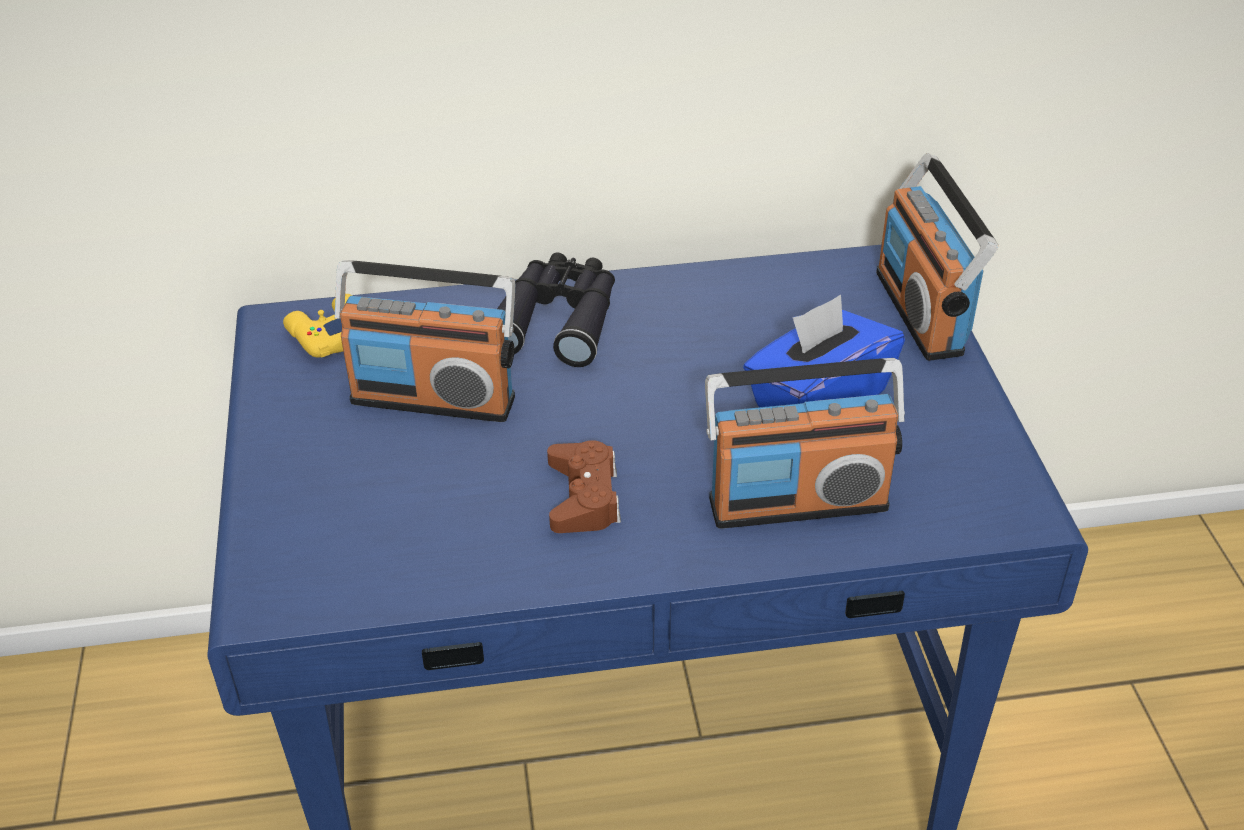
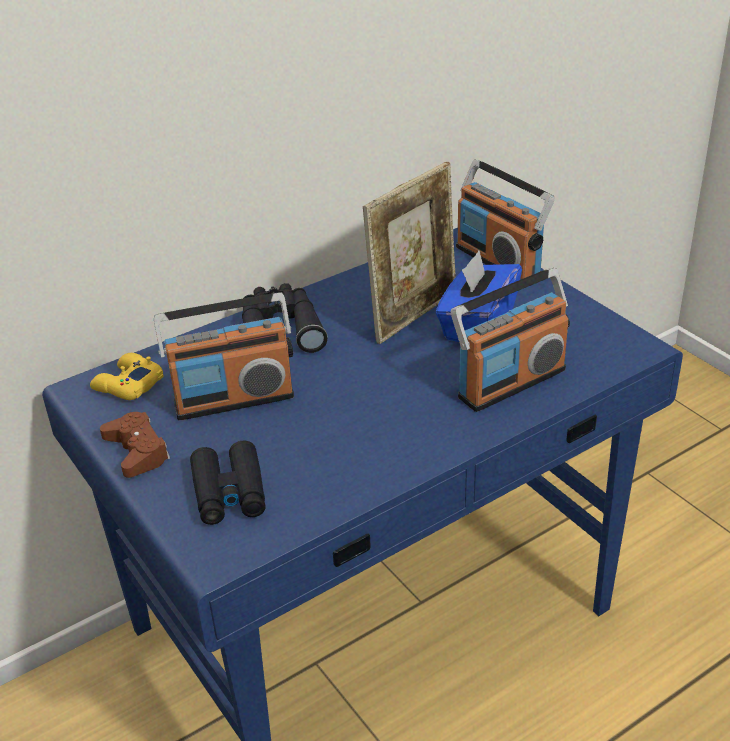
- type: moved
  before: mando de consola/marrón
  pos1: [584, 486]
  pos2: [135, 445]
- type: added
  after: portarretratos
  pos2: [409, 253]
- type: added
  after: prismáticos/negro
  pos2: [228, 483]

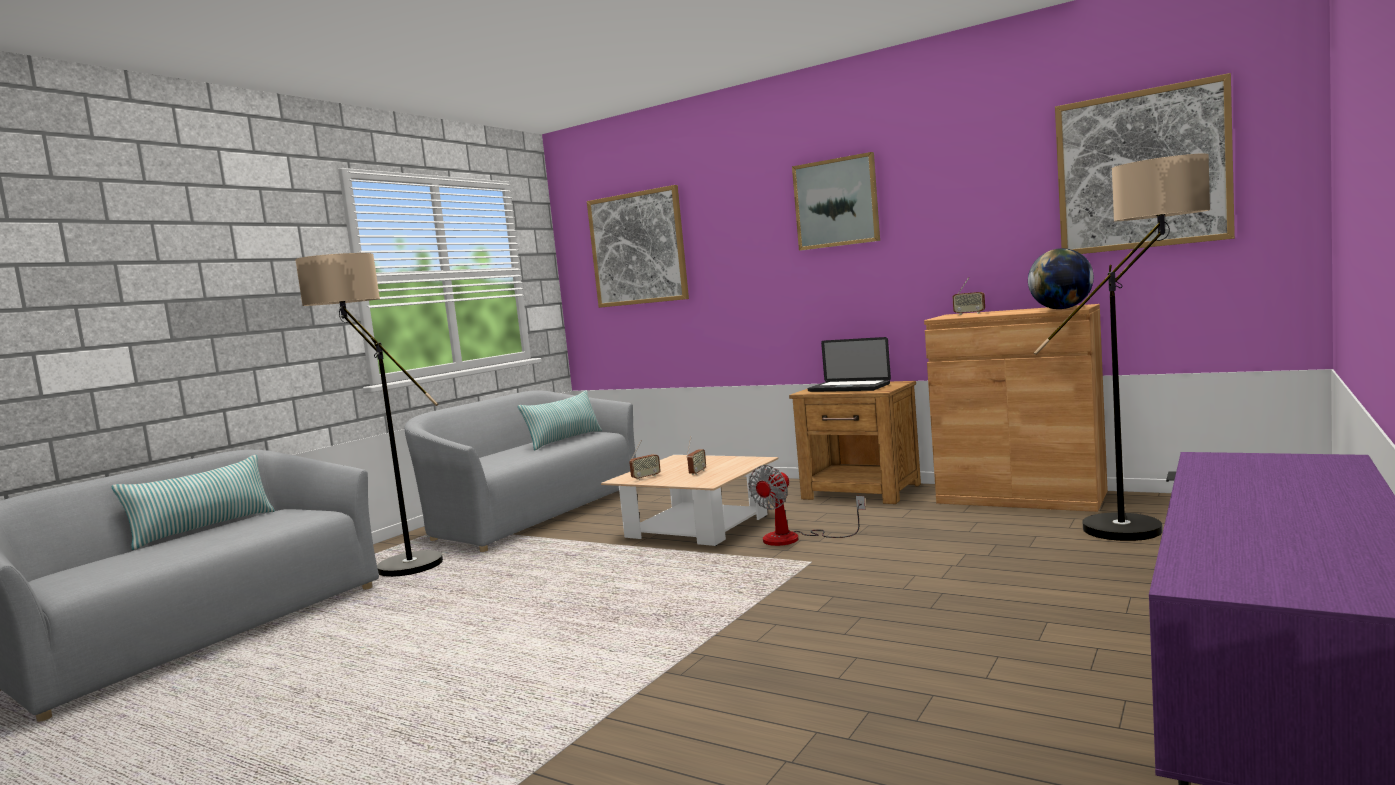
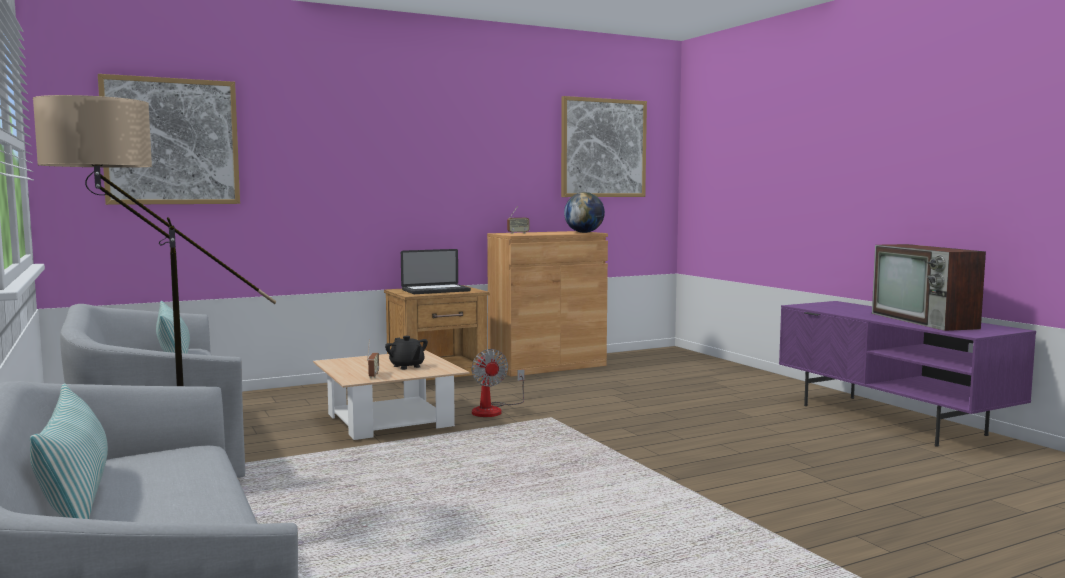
- type: removed
  before: cuadro
  pos1: [836, 201]
- type: removed
  before: lámpara de pie
  pos1: [1122, 347]
- type: replaced
  before: radio
  after: tetera/negro
  pos1: [696, 455]
  pos2: [406, 353]
- type: added
  after: televisor
  pos2: [929, 287]

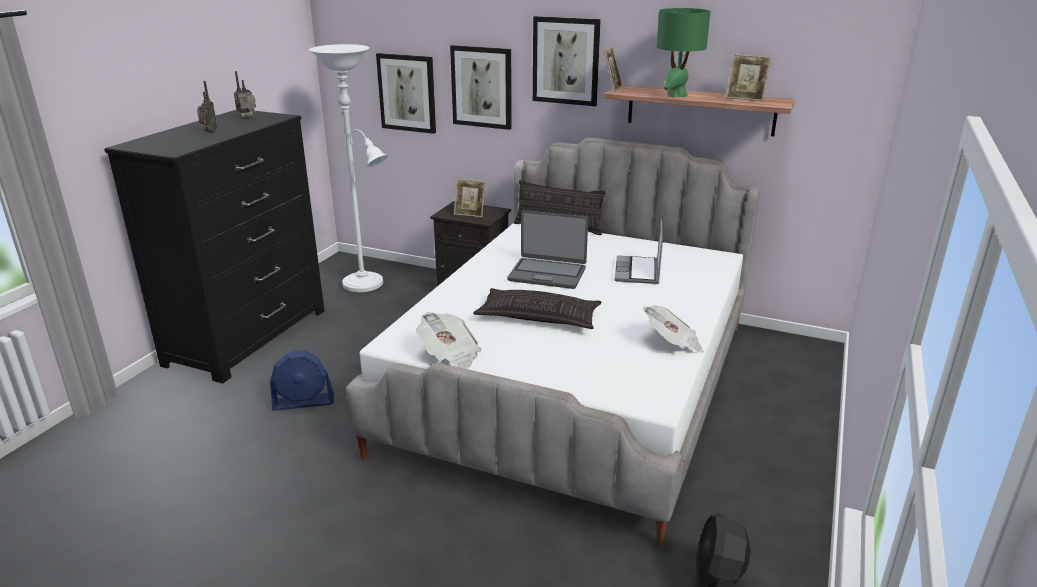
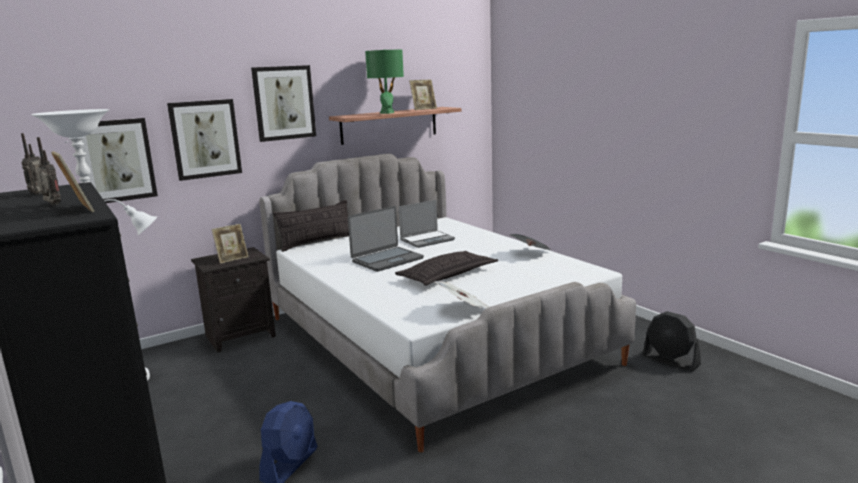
- type: moved
  before: portarretratos
  pos1: [613, 69]
  pos2: [72, 182]
- type: turned
  before: portátil
  pos1: [639, 252]
  pos2: [427, 224]
  turn: -75

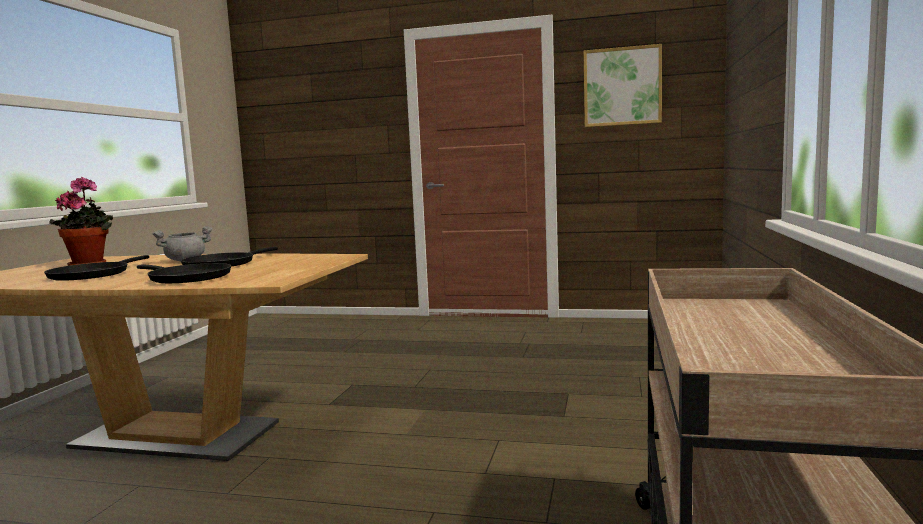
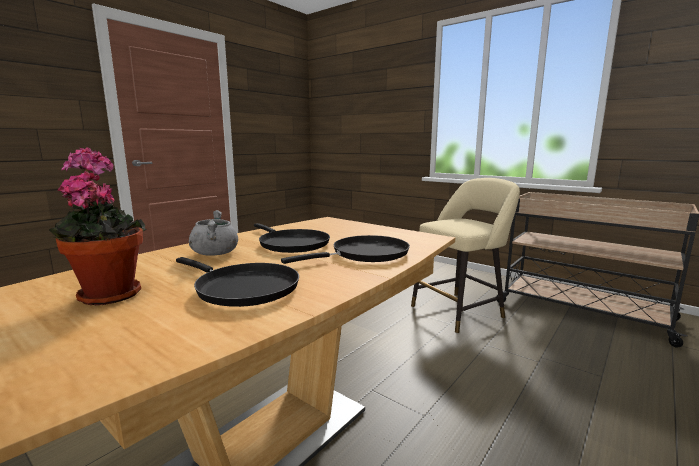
- type: removed
  before: cuadro
  pos1: [623, 85]
- type: added
  after: taburete/beis
  pos2: [465, 255]

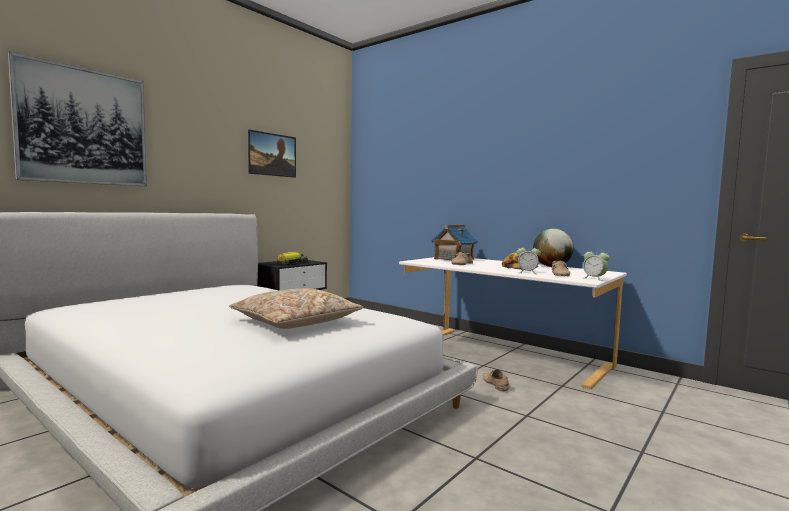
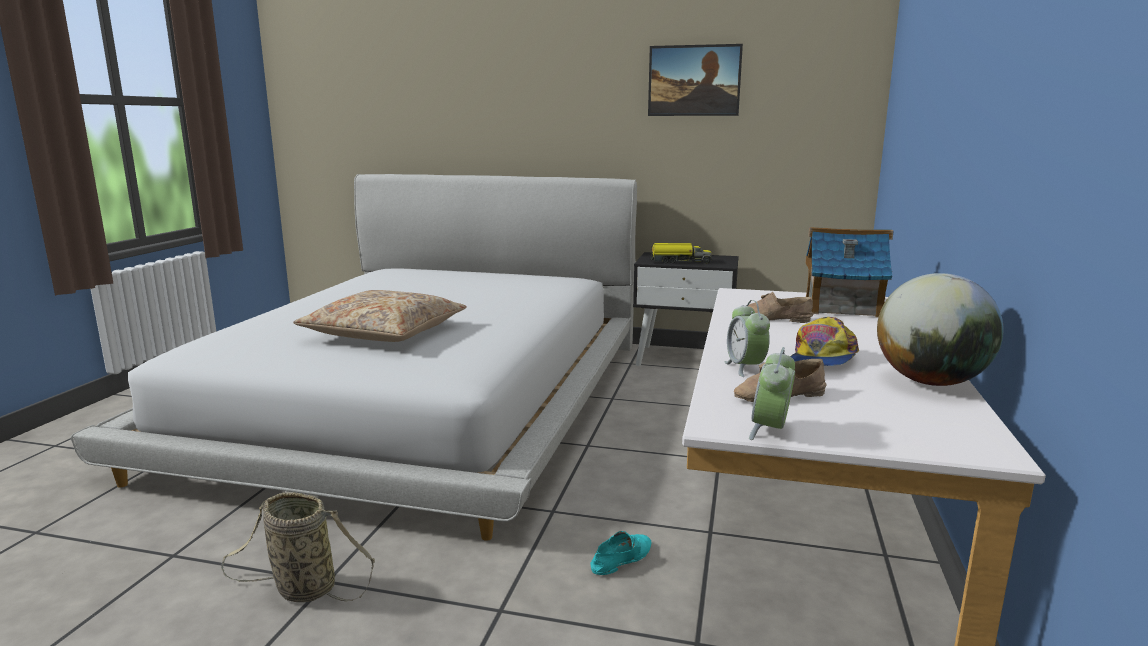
- type: removed
  before: cuadro
  pos1: [77, 119]
- type: recoloured
  before: zapato/beis
  after: zapato/turquesa
  pos1: [496, 380]
  pos2: [620, 553]
- type: added
  after: cesta
  pos2: [298, 547]

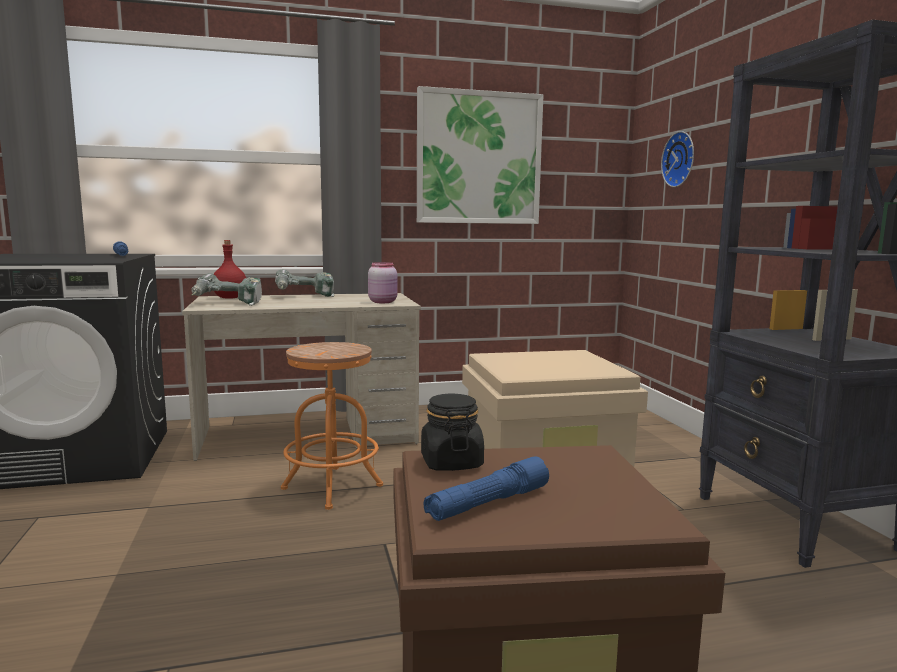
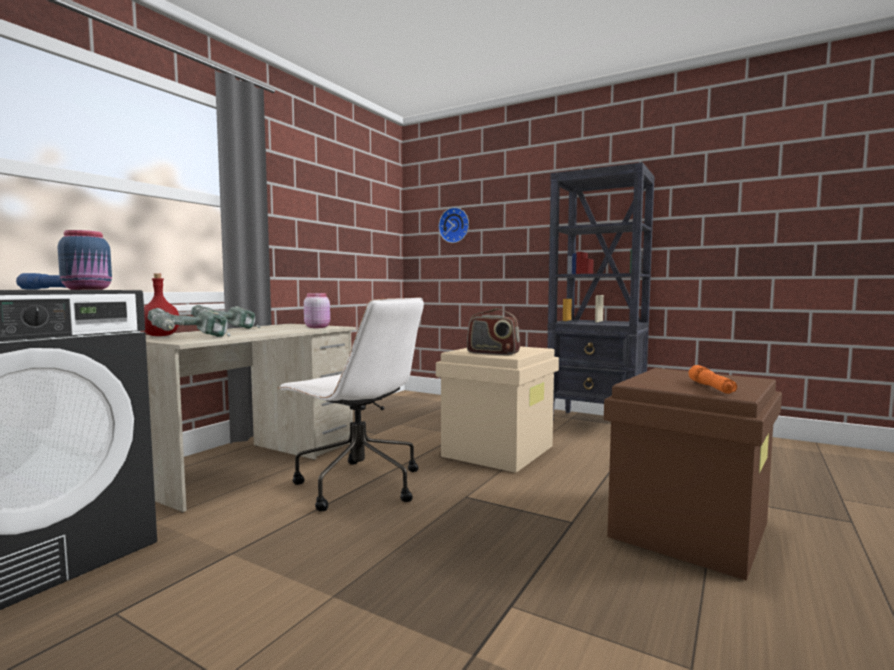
- type: removed
  before: cuadro
  pos1: [480, 155]
- type: replaced
  before: taburete/naranja
  after: silla de oficina/blanco
  pos1: [332, 426]
  pos2: [351, 404]
- type: removed
  before: tarro/negro
  pos1: [452, 432]
- type: recoloured
  before: linterna/azul
  after: linterna/naranja
  pos1: [486, 488]
  pos2: [713, 379]
- type: added
  after: tarro/azul
  pos2: [85, 260]
- type: added
  after: radio
  pos2: [493, 331]

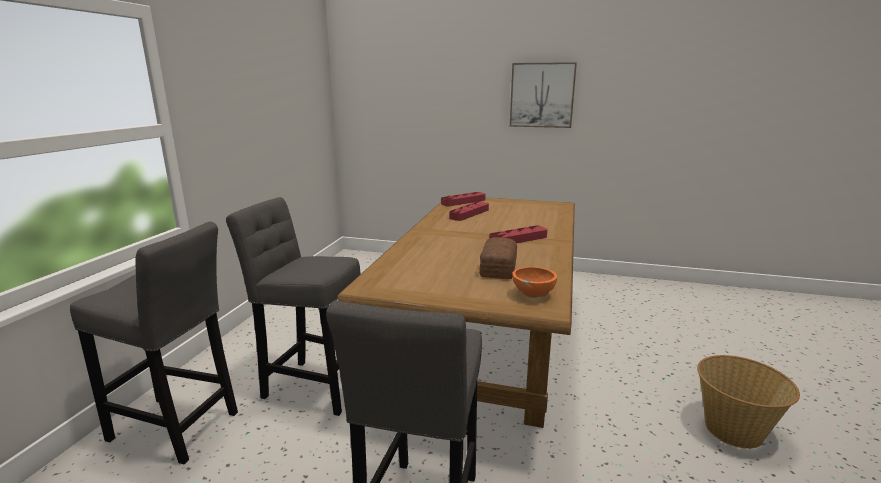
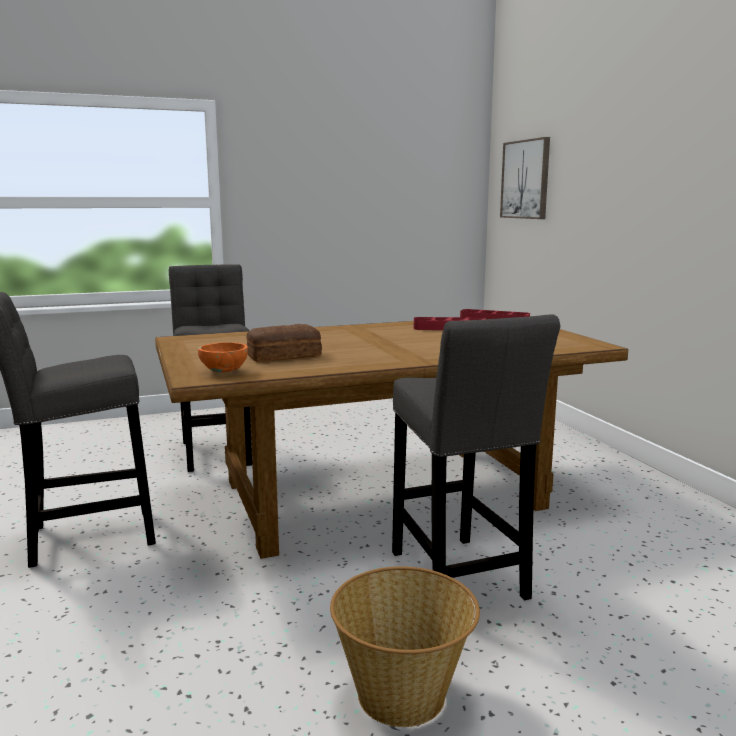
- type: moved
  before: cuadro
  pos1: [543, 95]
  pos2: [525, 178]
- type: moved
  before: taburete/gris
  pos1: [154, 343]
  pos2: [476, 457]
- type: removed
  before: bandeja/rojo
  pos1: [518, 234]

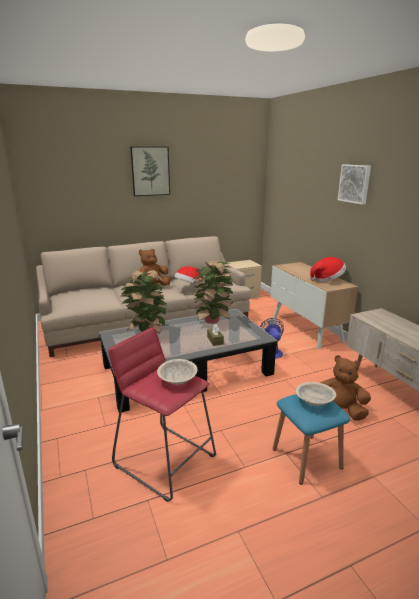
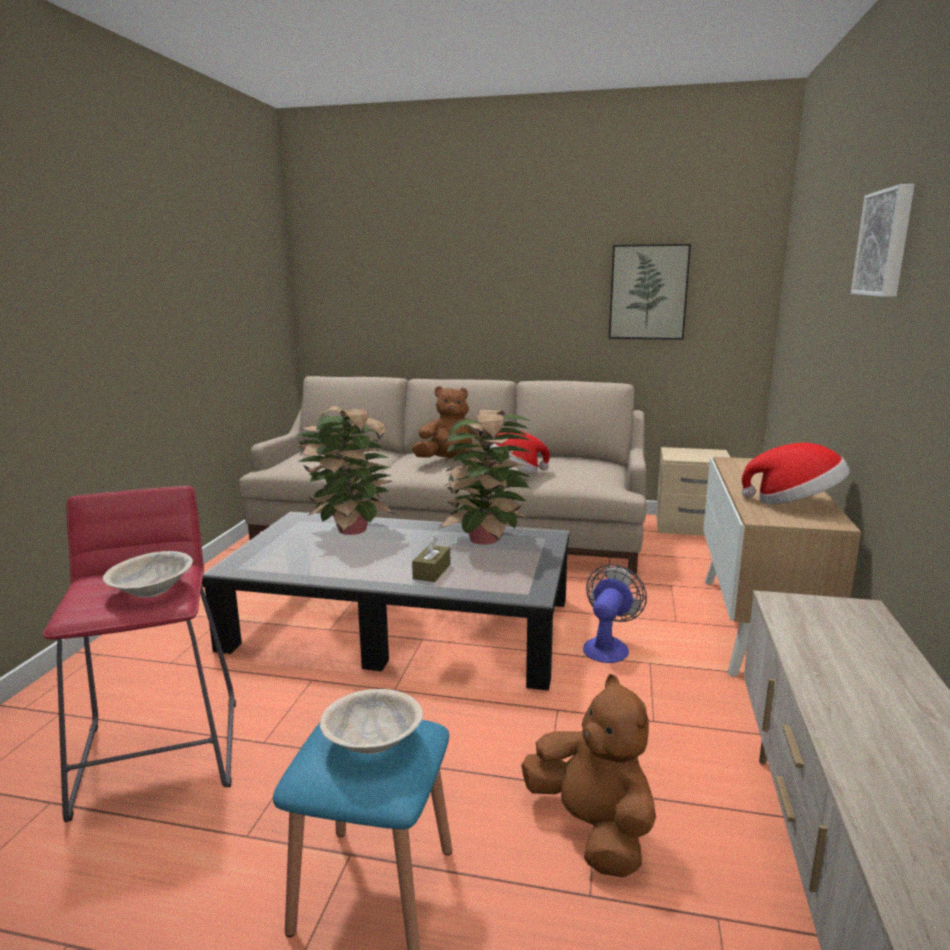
- type: moved
  before: cuadro
  pos1: [150, 171]
  pos2: [650, 292]

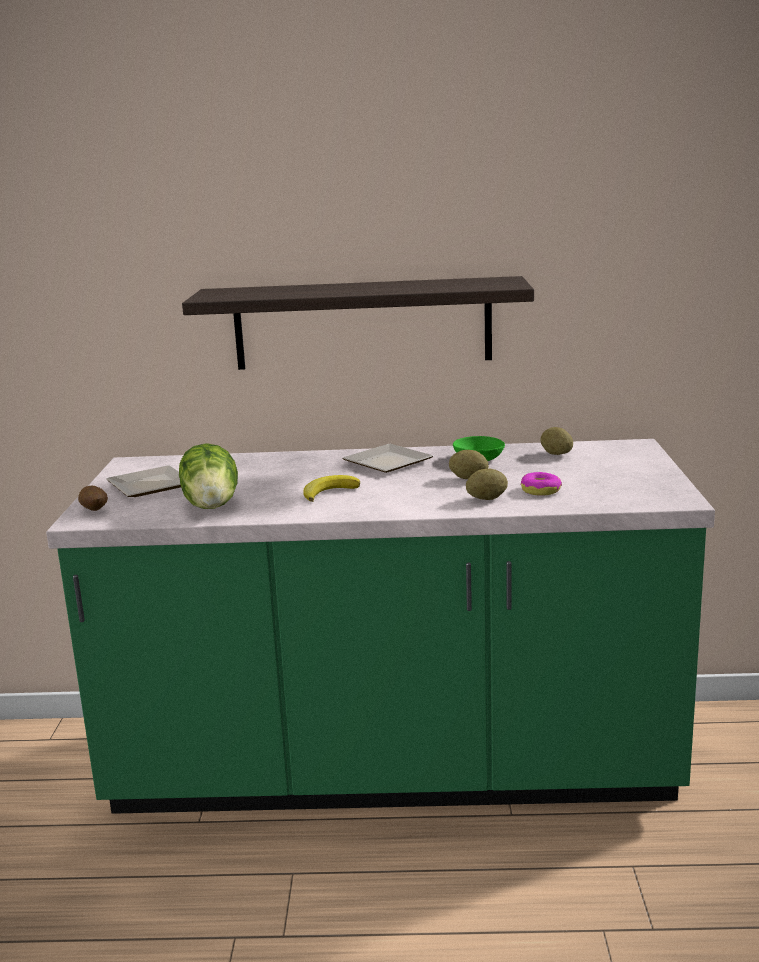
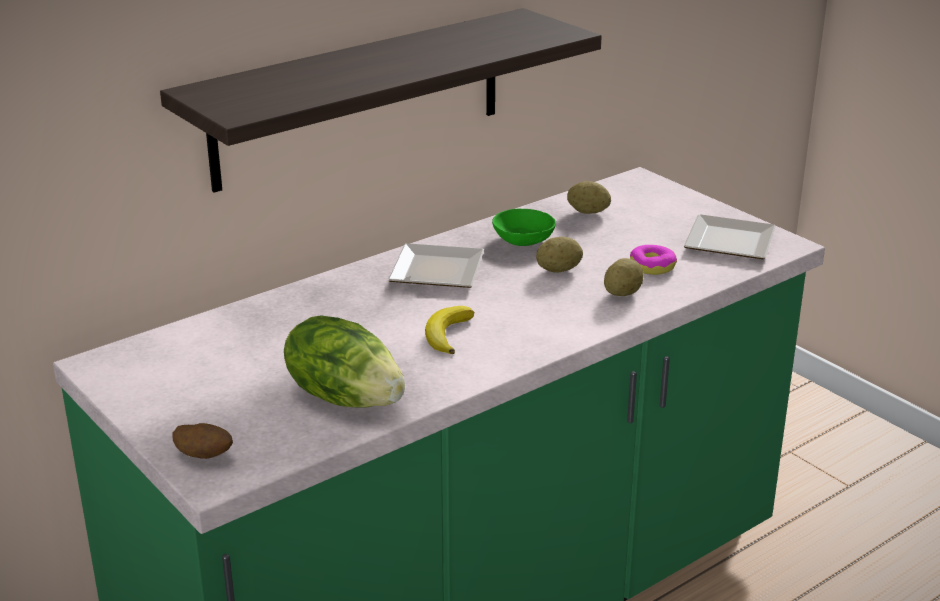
- type: moved
  before: plato
  pos1: [143, 481]
  pos2: [730, 236]

